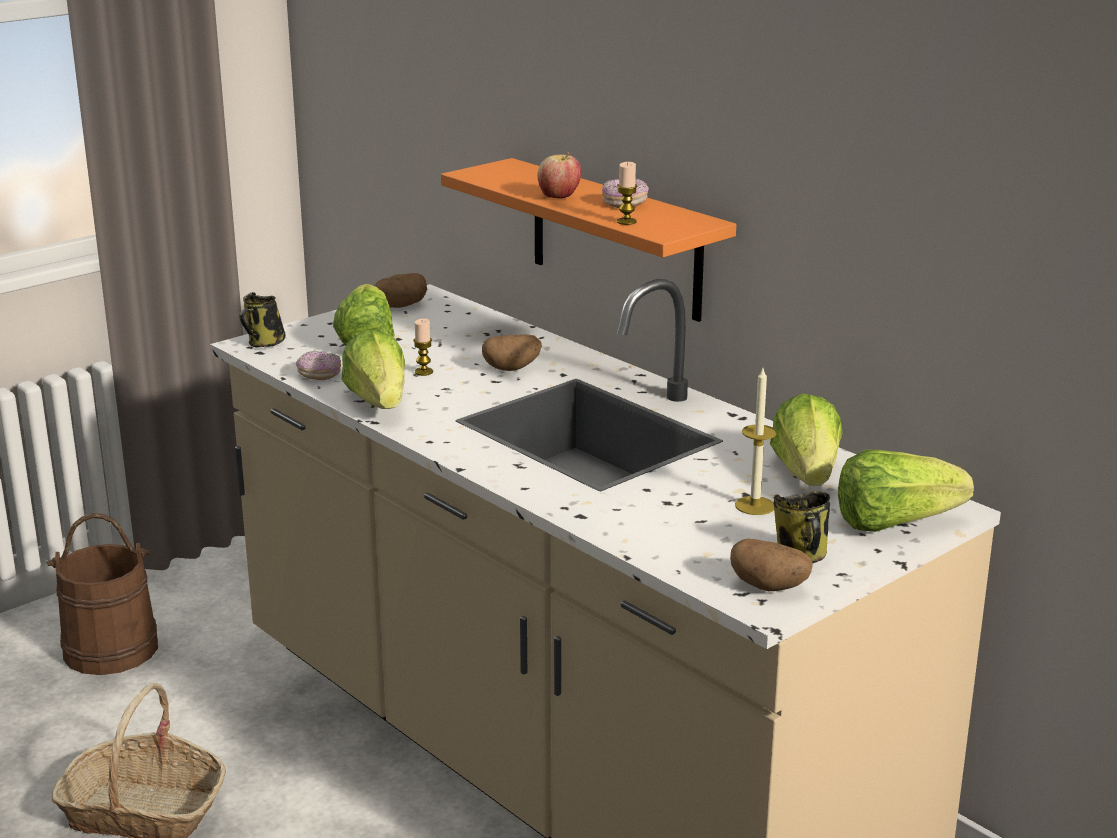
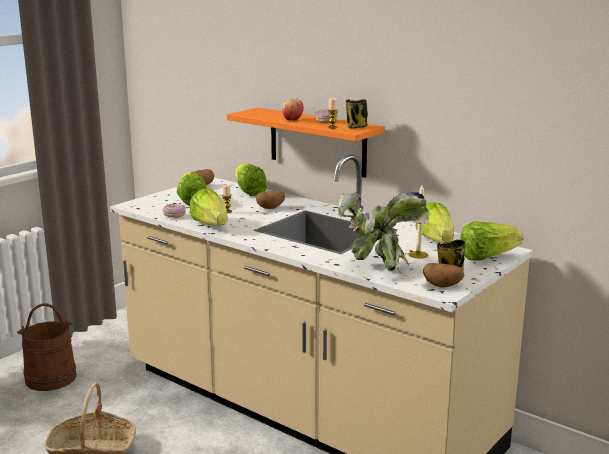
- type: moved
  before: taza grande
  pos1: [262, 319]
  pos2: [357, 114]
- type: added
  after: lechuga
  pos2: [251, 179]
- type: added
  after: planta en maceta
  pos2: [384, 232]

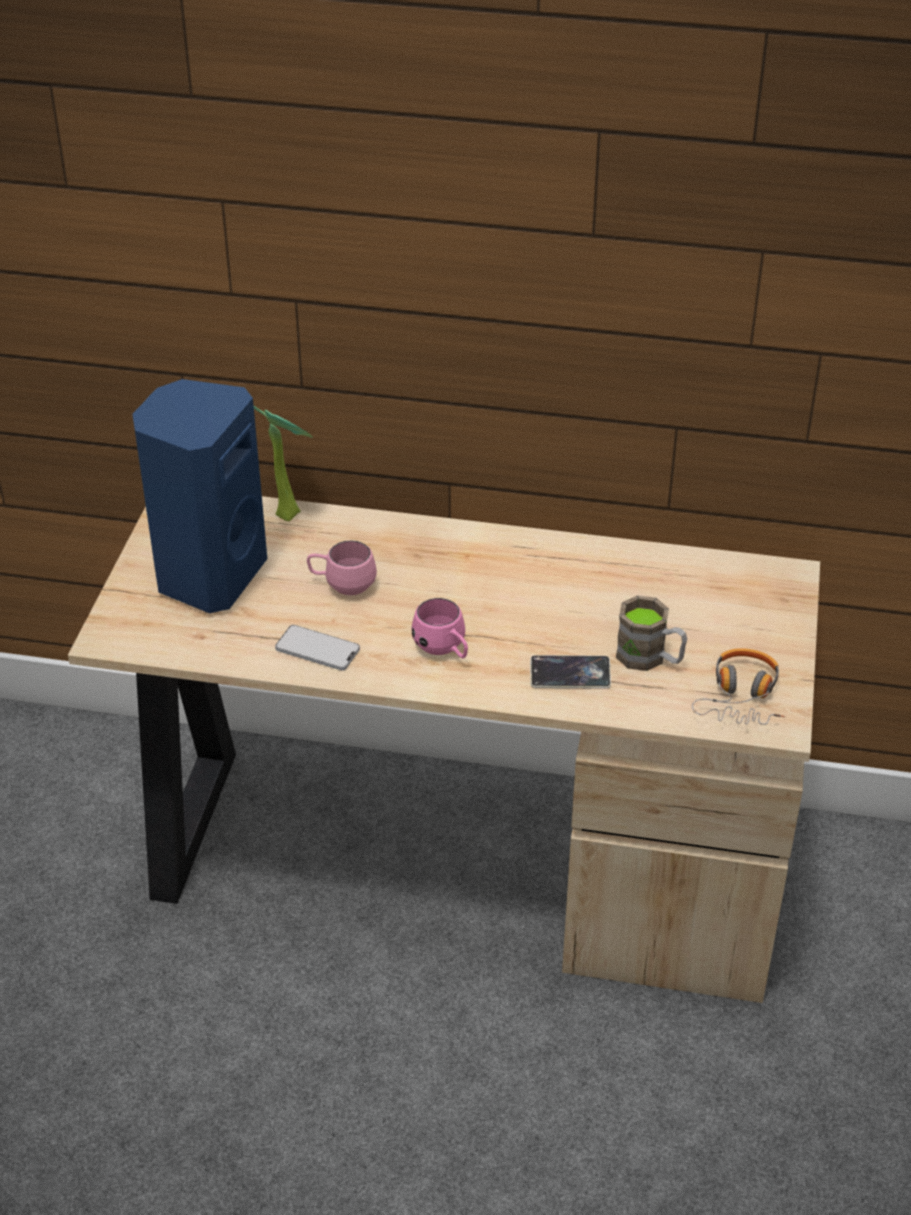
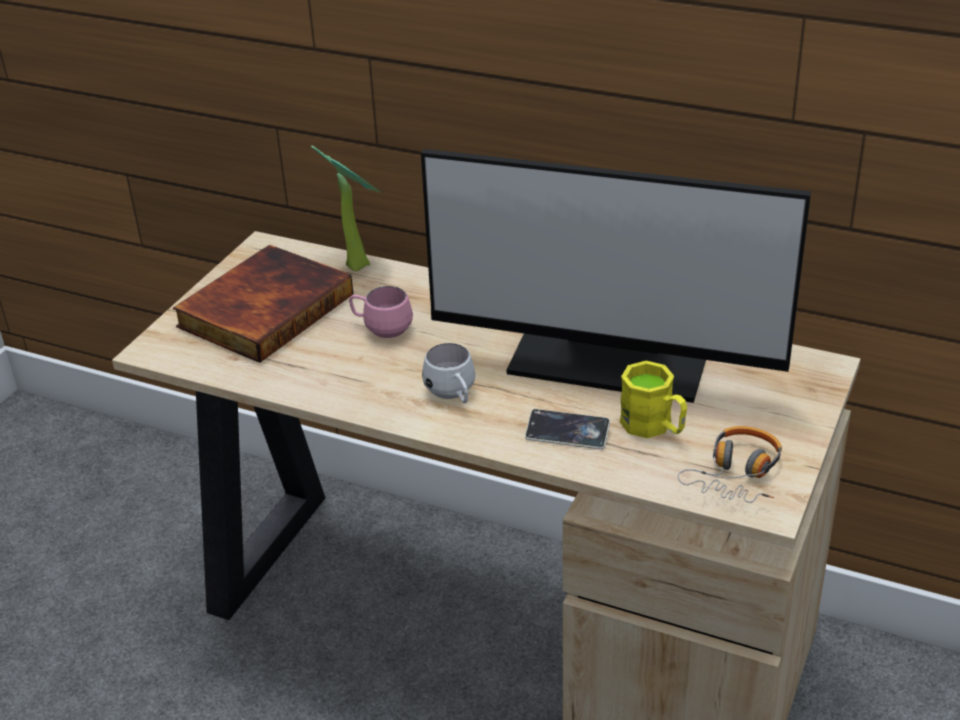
- type: replaced
  before: altavoz/azul
  after: libro
  pos1: [199, 496]
  pos2: [263, 303]
- type: recoloured
  before: taza grande/marrón
  after: taza grande/amarillo
  pos1: [651, 633]
  pos2: [653, 399]
- type: recoloured
  before: taza grande/rosa
  after: taza grande/blanco
  pos1: [440, 628]
  pos2: [449, 373]
- type: removed
  before: móvil
  pos1: [317, 647]
- type: added
  after: monitor
  pos2: [616, 276]

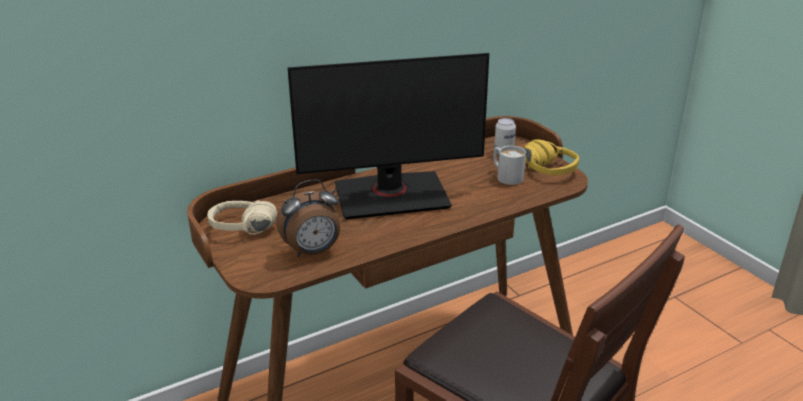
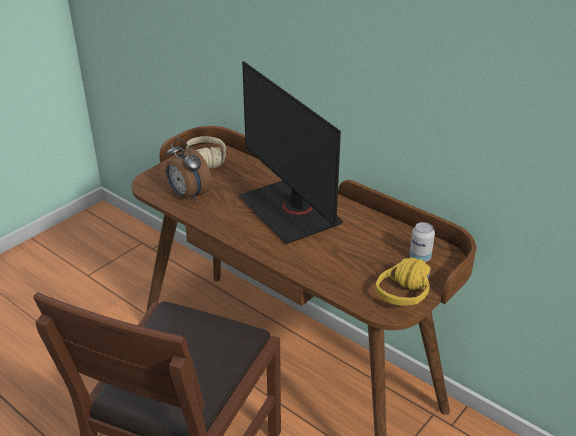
- type: removed
  before: taza grande/blanco
  pos1: [510, 165]

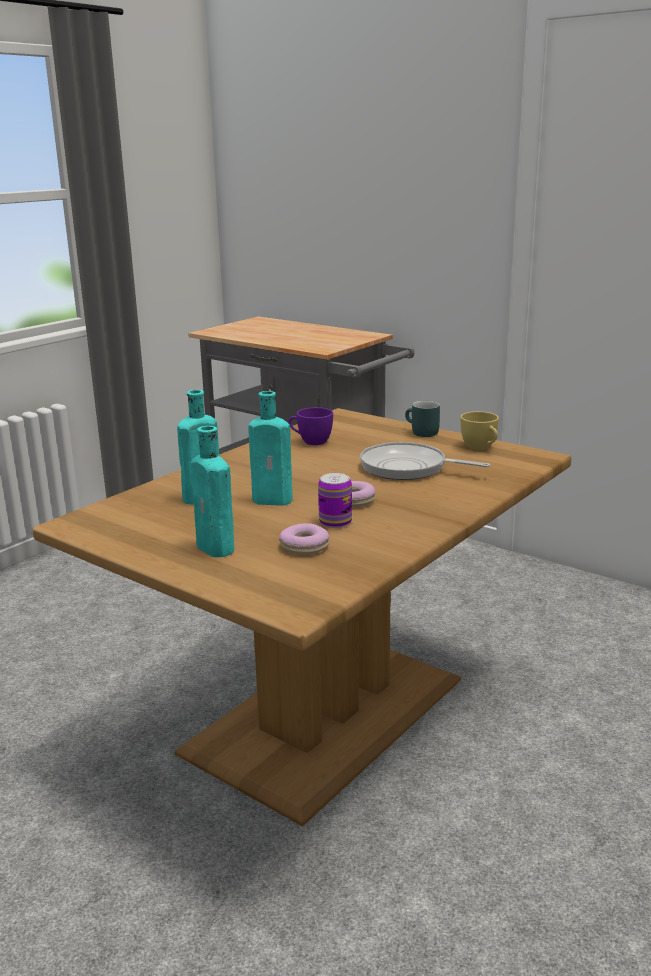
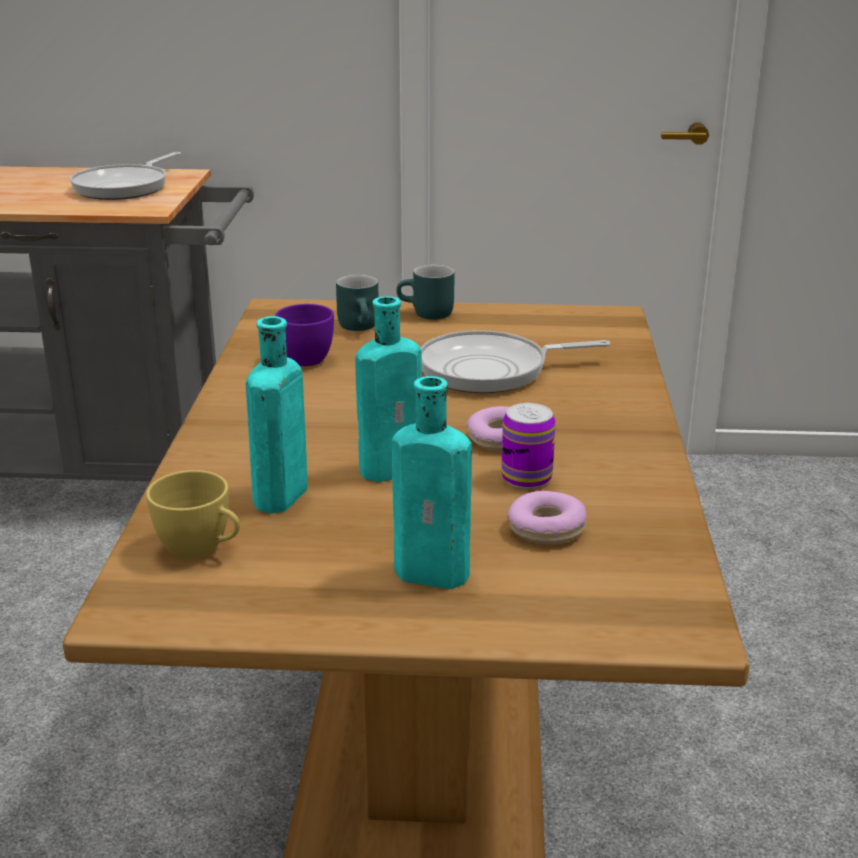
- type: moved
  before: taza/amarillo
  pos1: [479, 430]
  pos2: [193, 514]
- type: added
  after: sartén
  pos2: [125, 176]
- type: added
  after: taza grande/turquesa
  pos2: [357, 303]

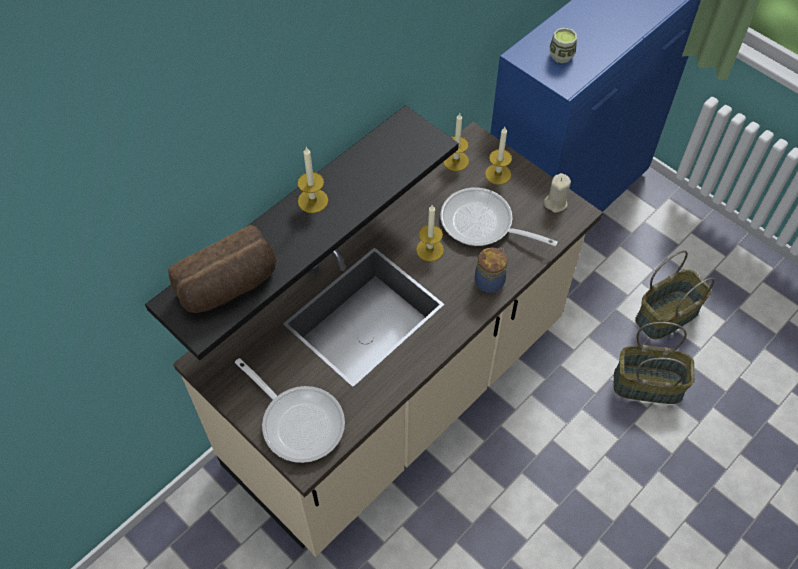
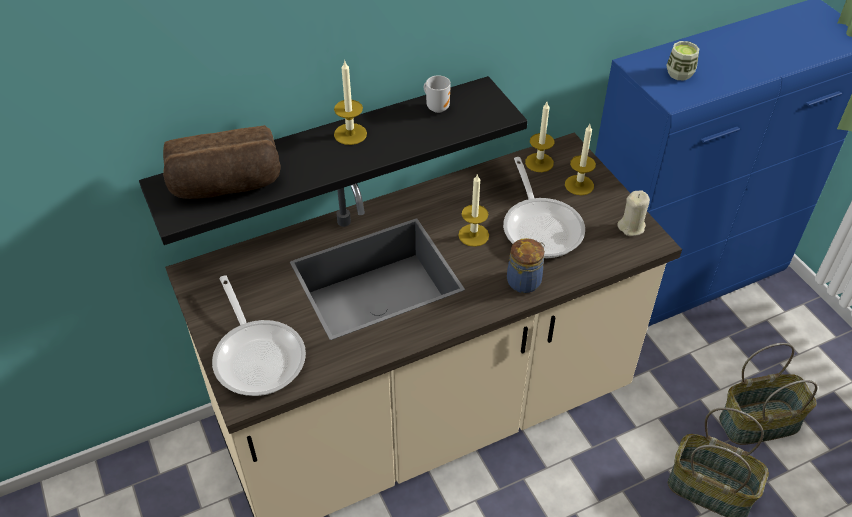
- type: turned
  before: sartén
  pos1: [499, 217]
  pos2: [544, 207]
  turn: -150
- type: added
  after: taza grande
  pos2: [437, 94]

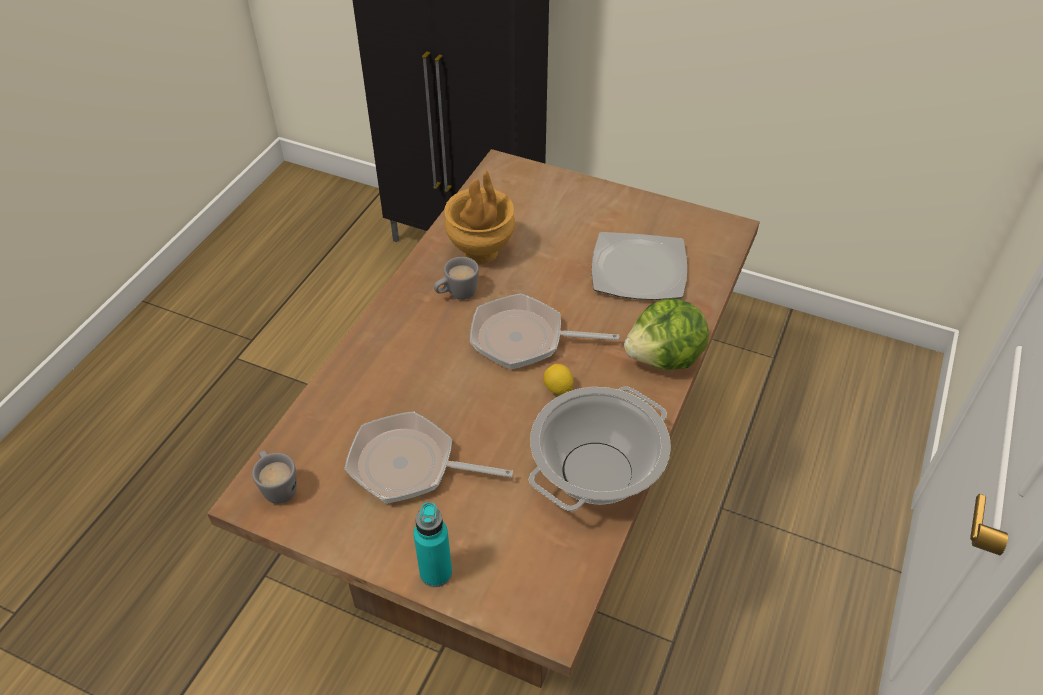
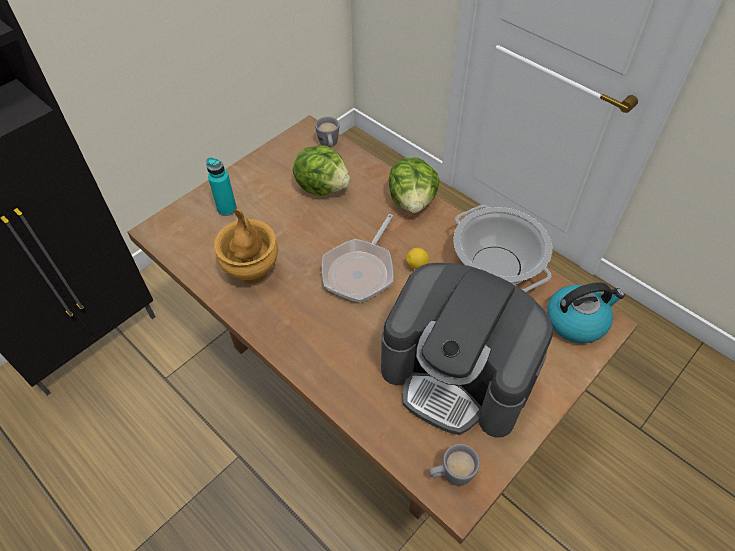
- type: replaced
  before: plato
  after: lechuga
  pos1: [639, 266]
  pos2: [322, 170]
- type: moved
  before: taza grande/gris
  pos1: [456, 278]
  pos2: [327, 132]
- type: replaced
  before: sartén
  after: cafetera
  pos1: [428, 457]
  pos2: [467, 350]
- type: moved
  before: botella/turquesa
  pos1: [432, 544]
  pos2: [221, 186]
- type: added
  after: hervidor
  pos2: [586, 312]

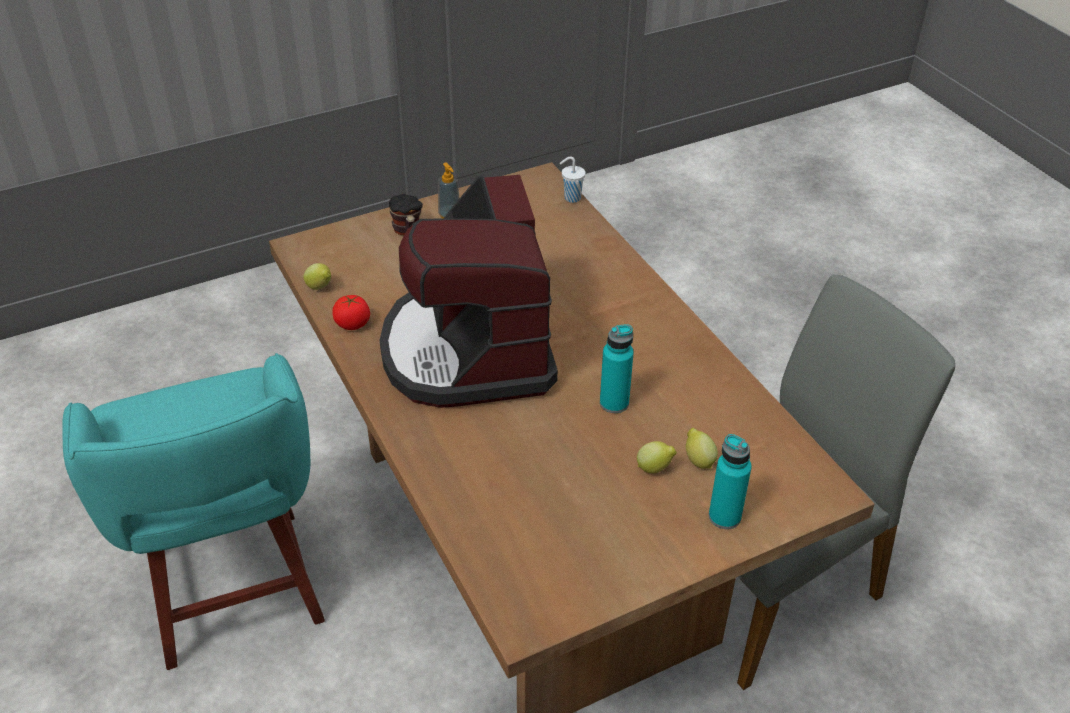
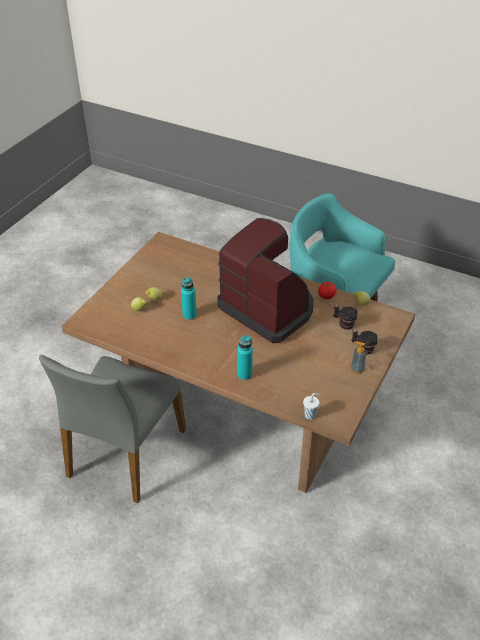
- type: moved
  before: botella/turquesa
  pos1: [730, 481]
  pos2: [245, 358]
- type: added
  after: taza grande
  pos2: [345, 317]

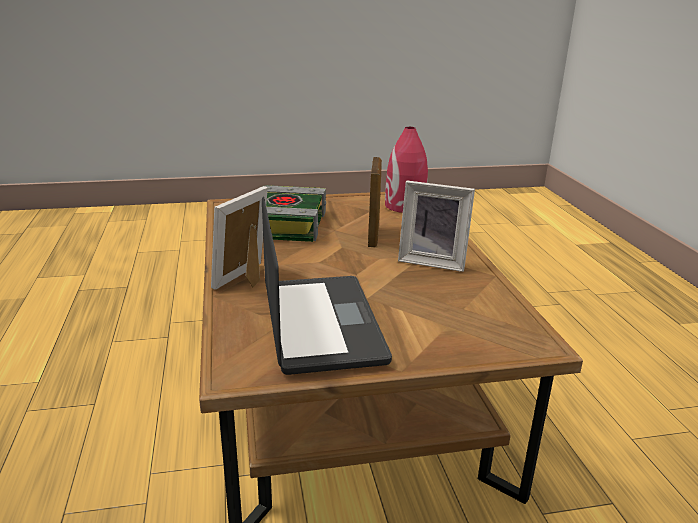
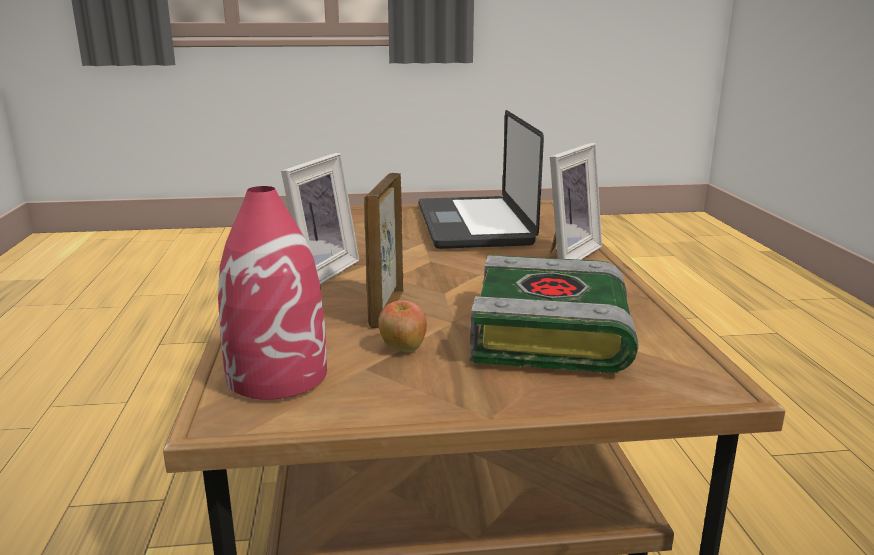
- type: turned
  before: portarretratos
  pos1: [436, 226]
  pos2: [320, 219]
  turn: 90
- type: added
  after: manzana
  pos2: [402, 326]

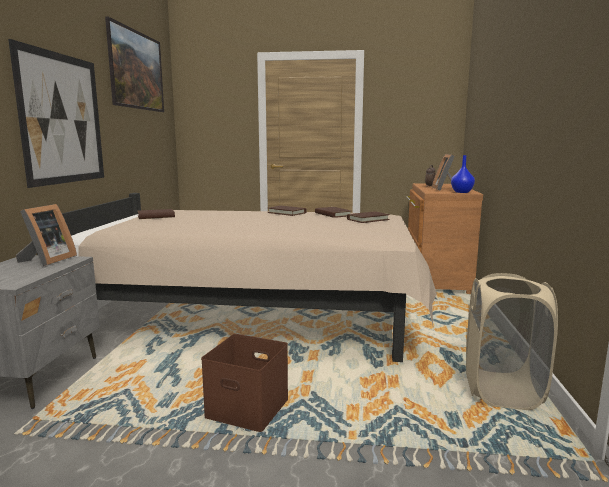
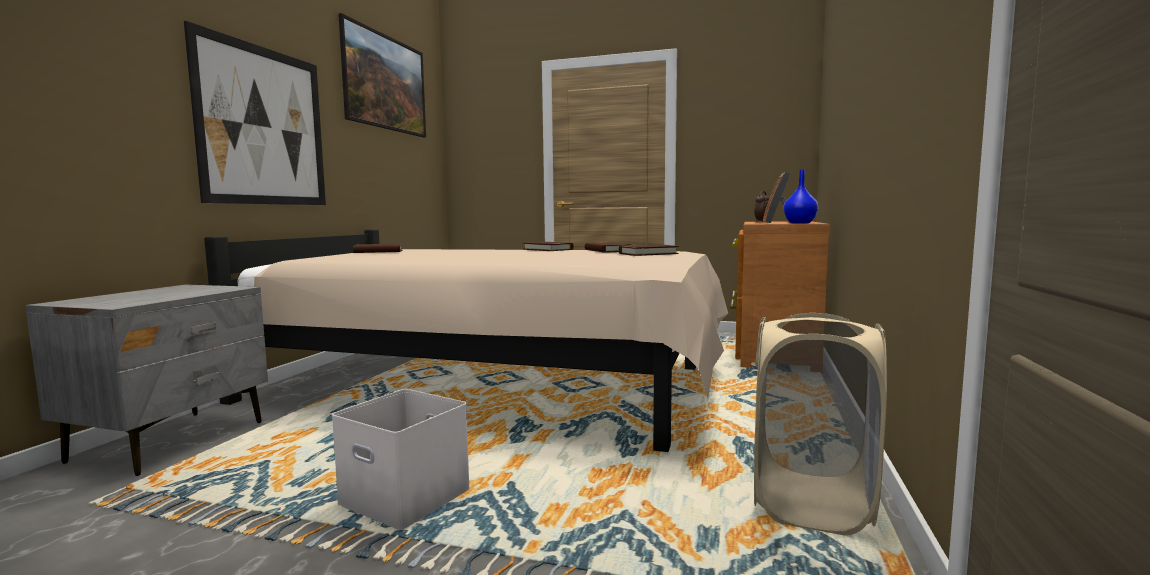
- type: removed
  before: portarretratos
  pos1: [46, 235]
- type: recoloured
  before: caja de almacenaje/marrón
  after: caja de almacenaje/blanco
  pos1: [244, 383]
  pos2: [400, 459]

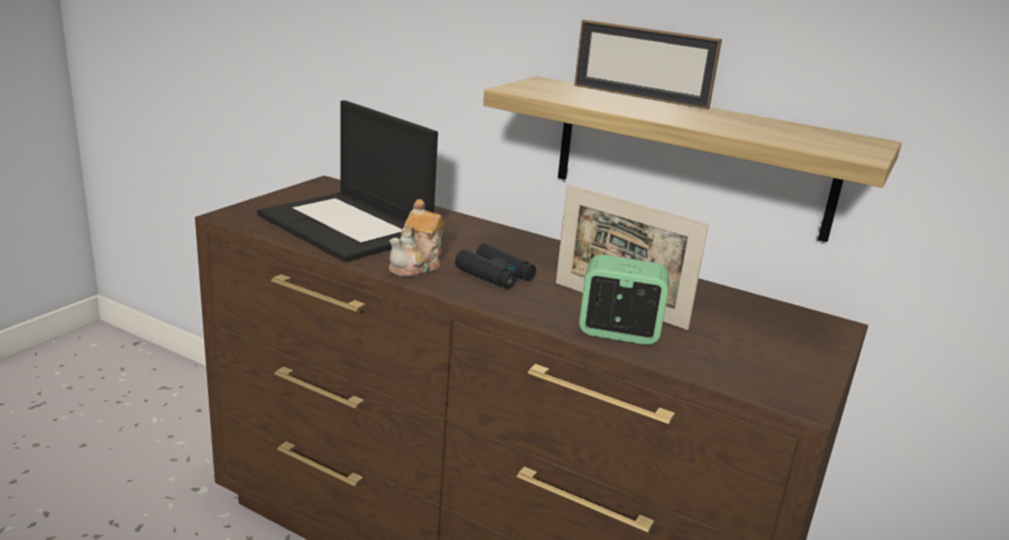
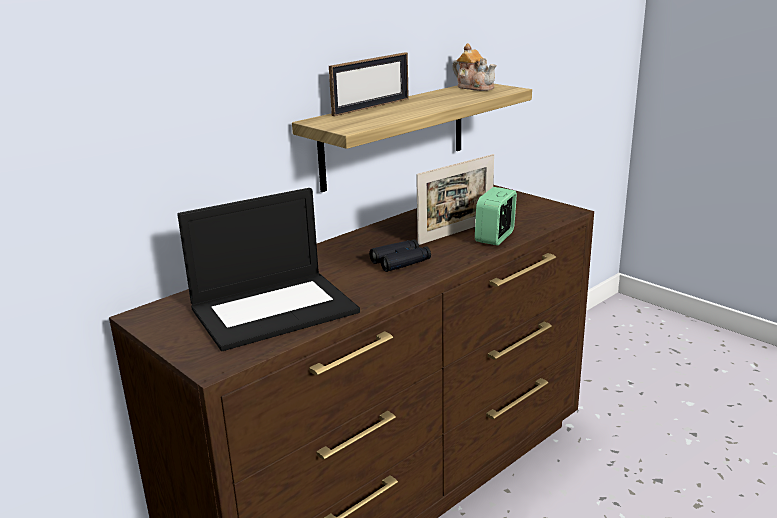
- type: moved
  before: tetera
  pos1: [417, 238]
  pos2: [474, 67]

